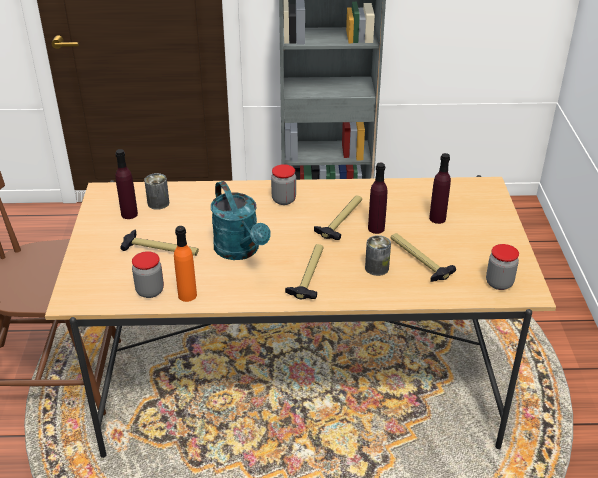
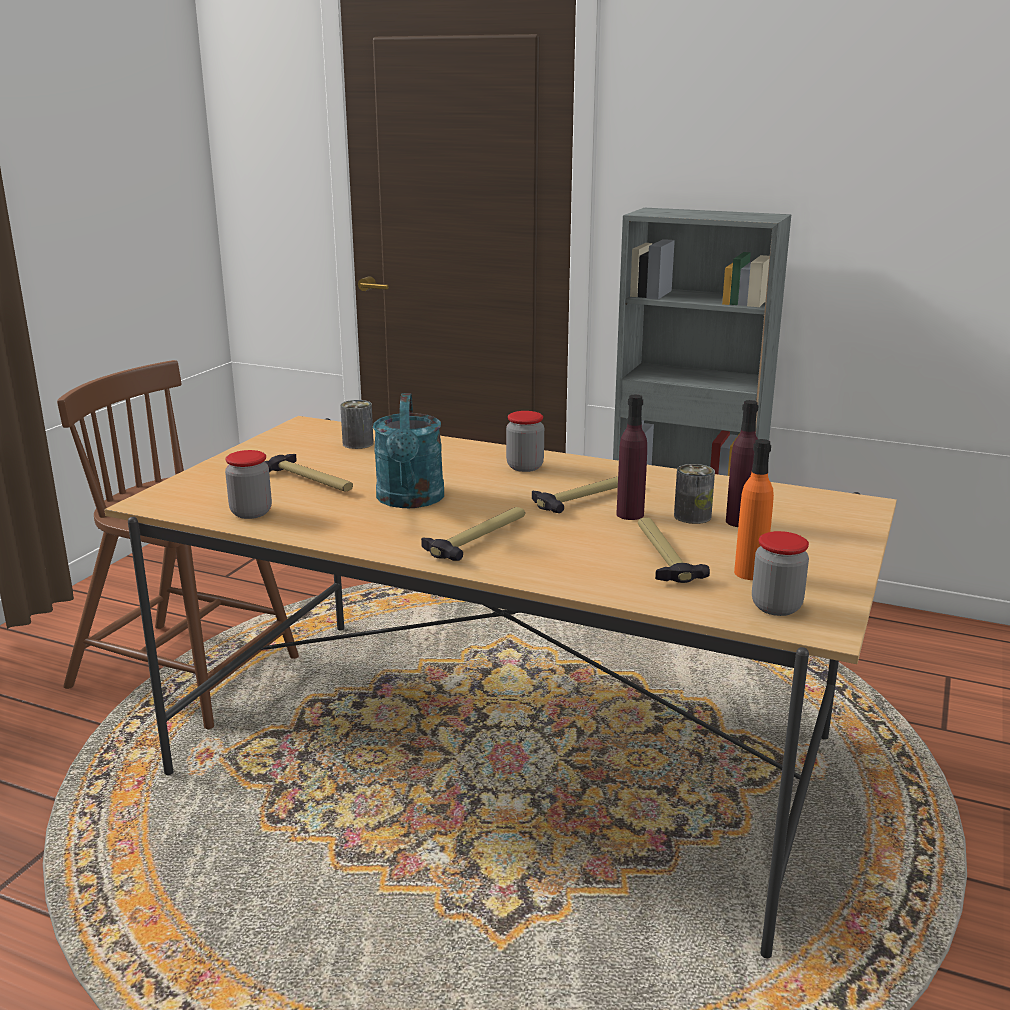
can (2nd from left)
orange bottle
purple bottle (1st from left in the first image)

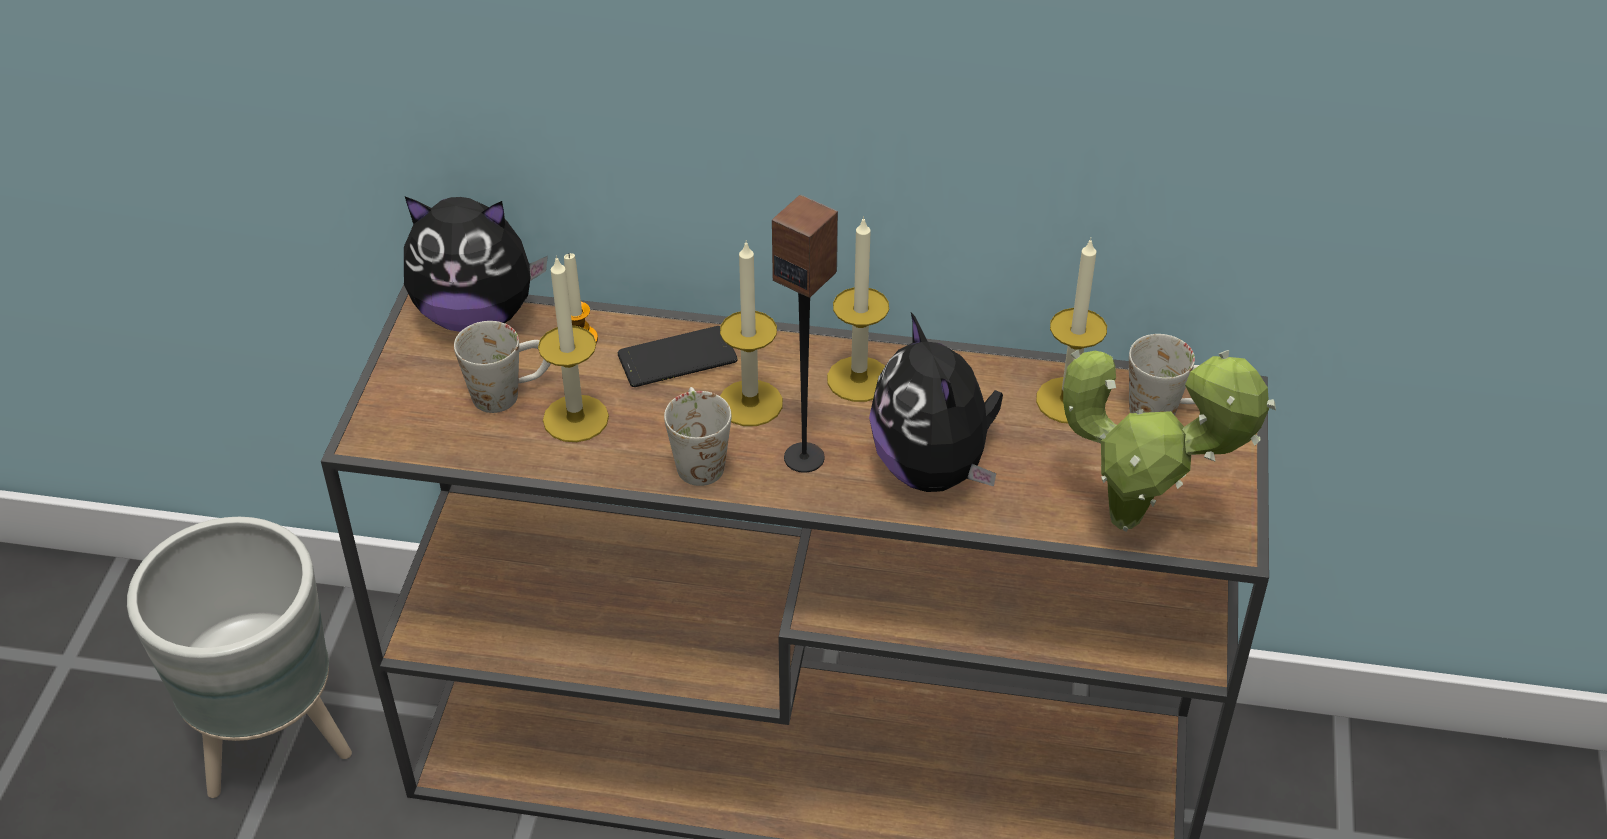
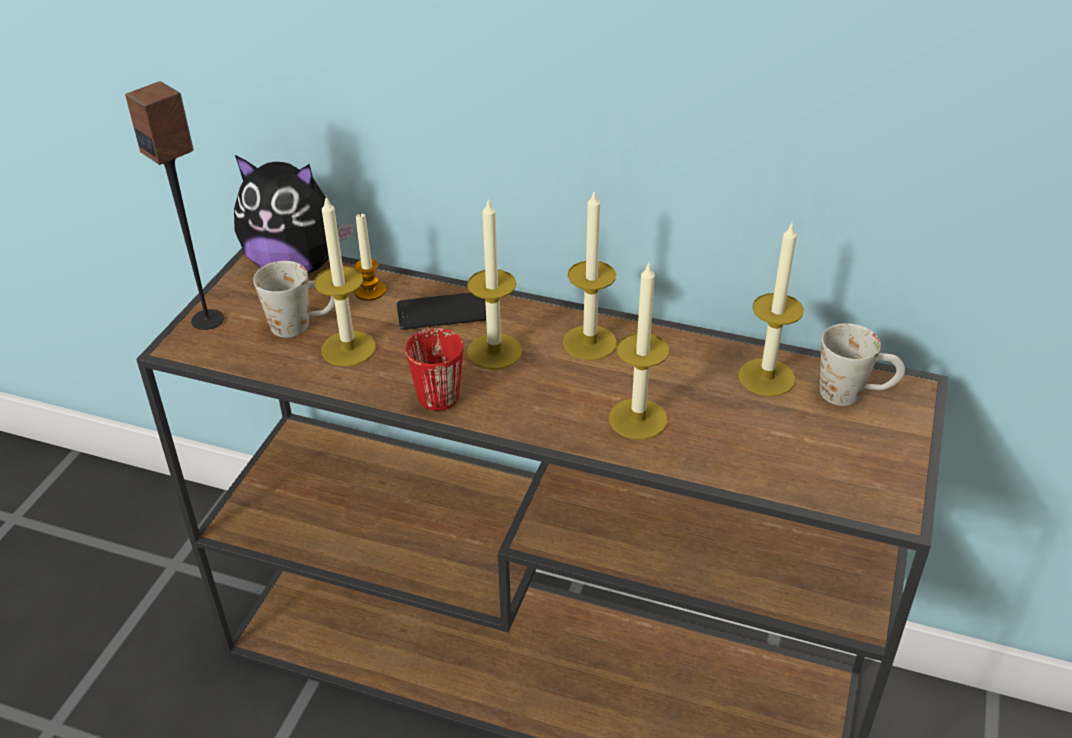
speaker
red mug
candle (5th from left)
grey planter
potted plant

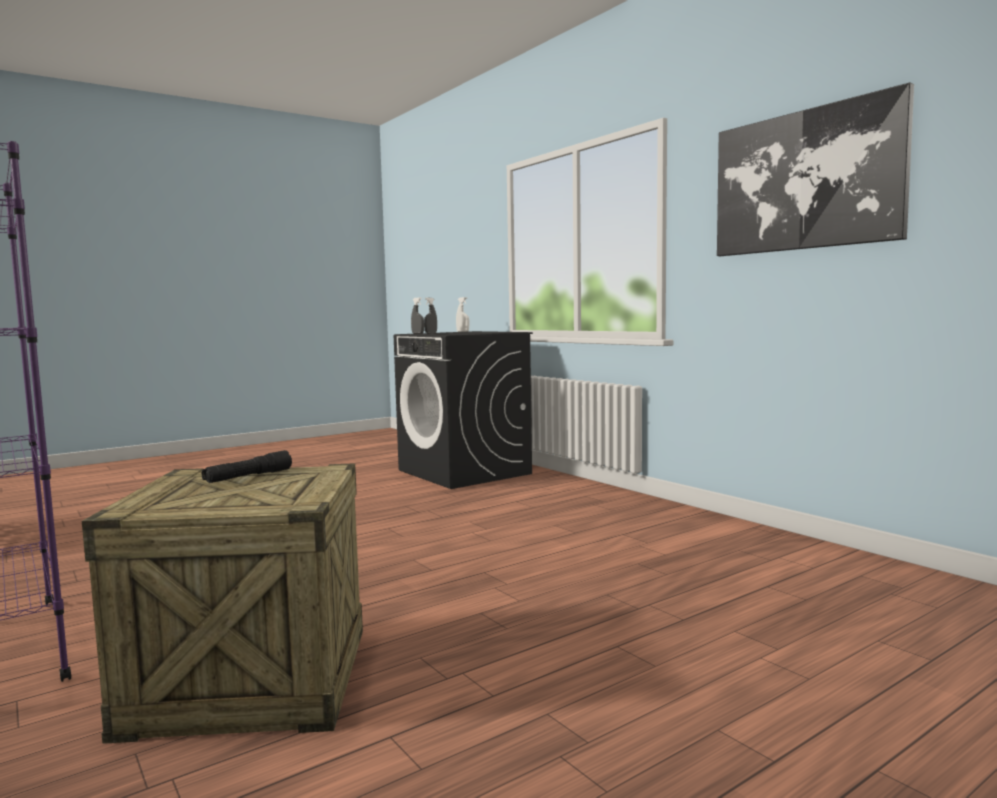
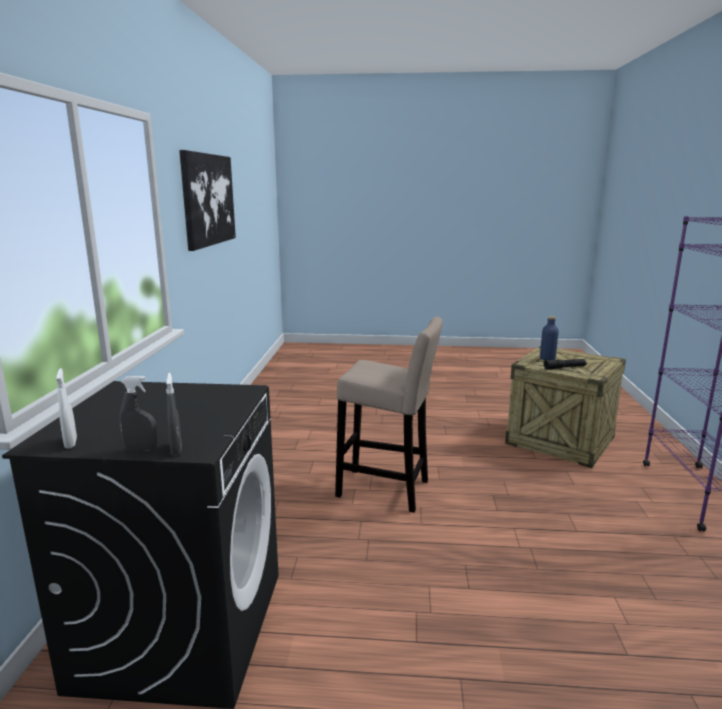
beige stool
blue bottle

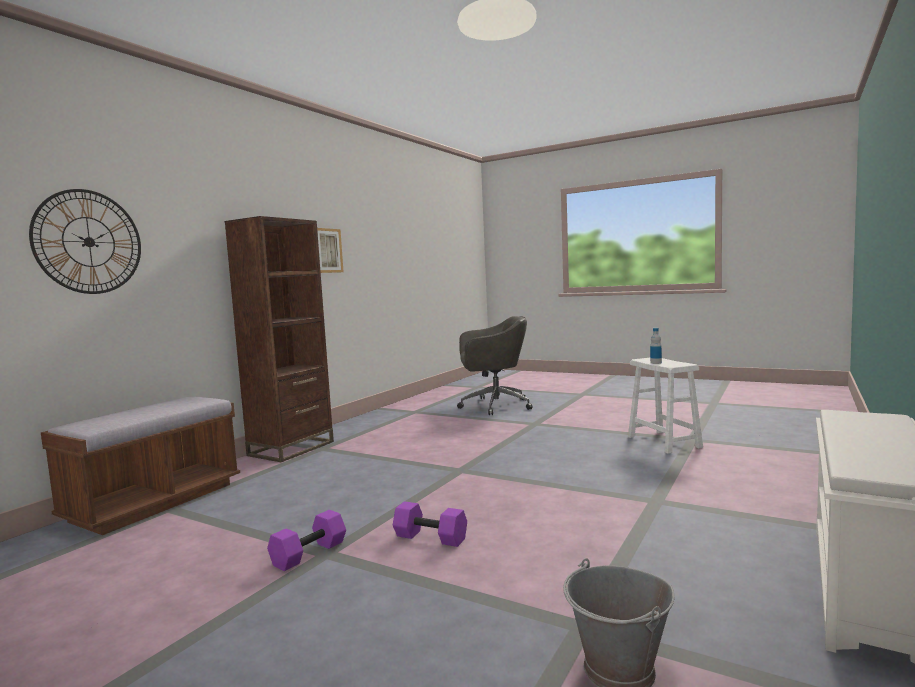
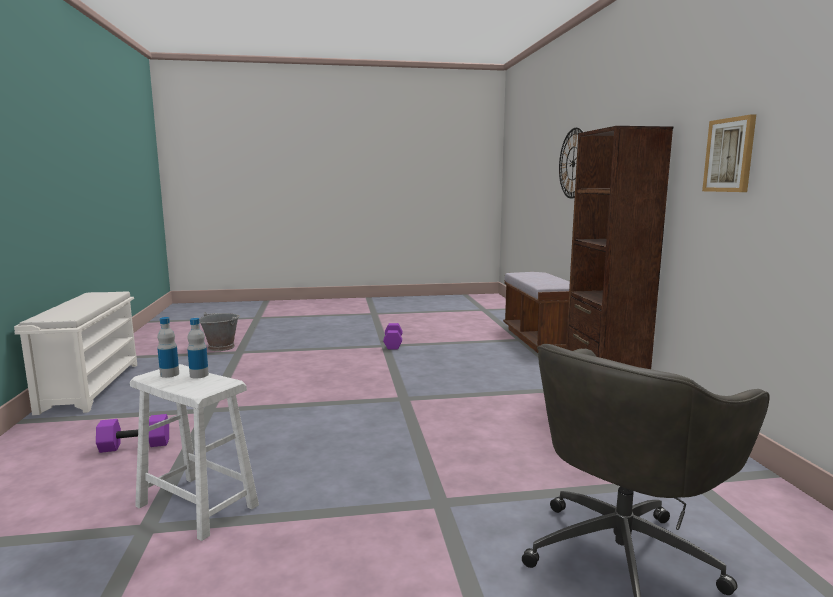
purple dumbbell (1st from left)
bottle (1st from left)

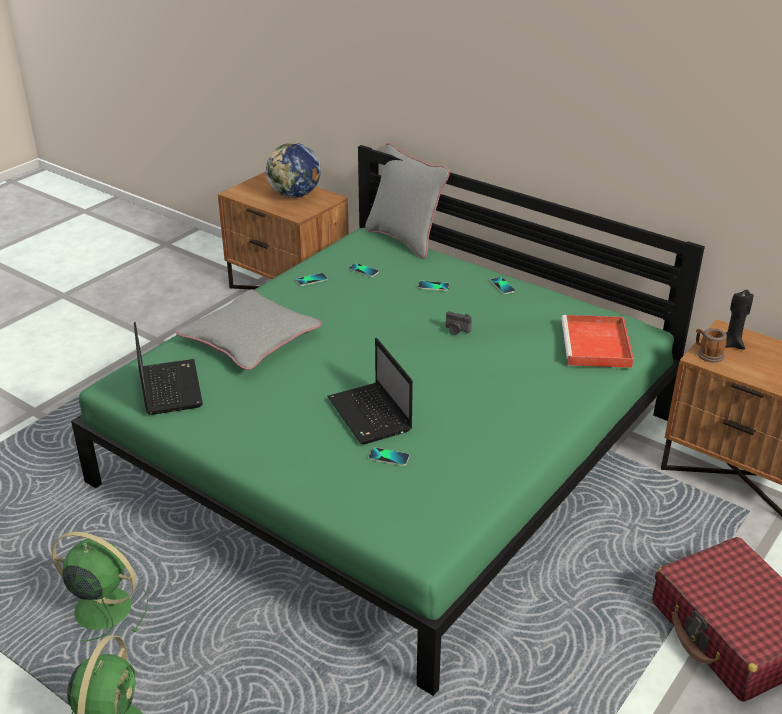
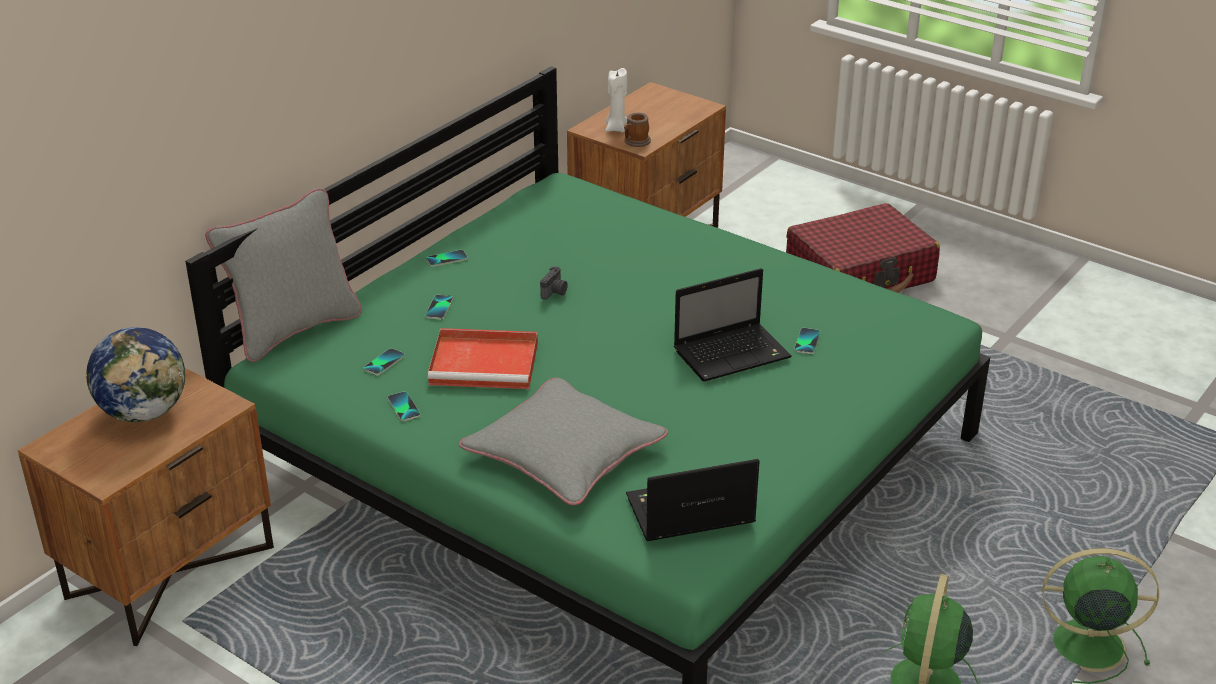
red tray
white candle

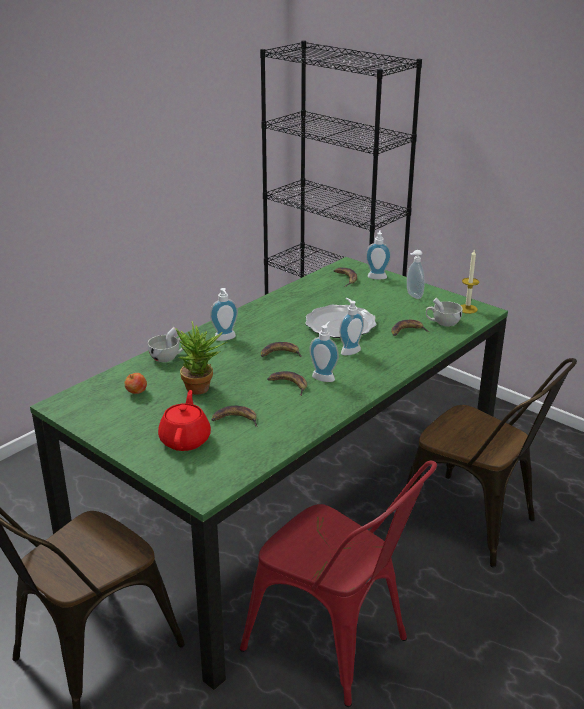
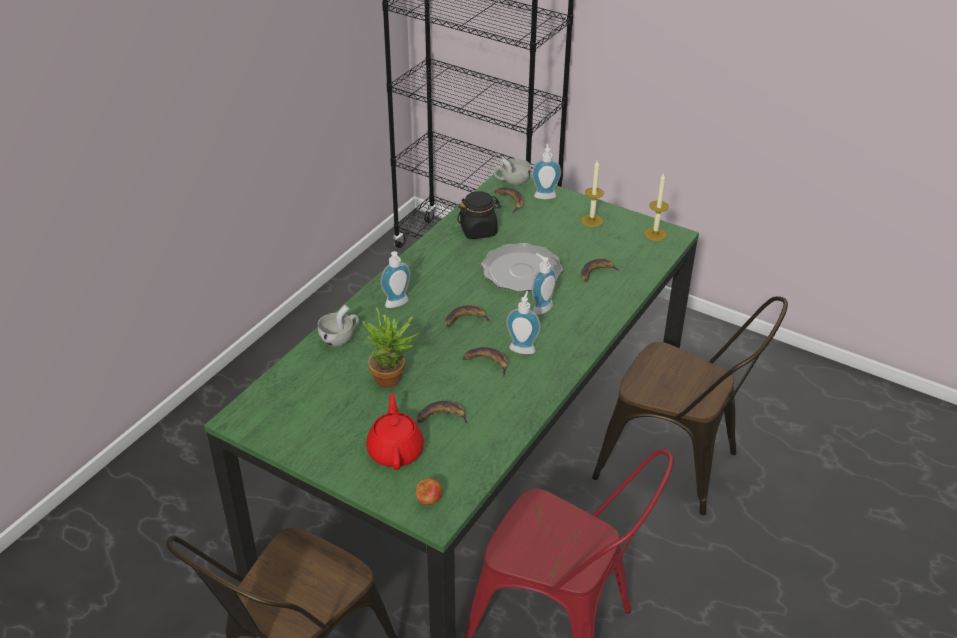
apple
black jar
white cup (2nd from left)
candle (1st from left)

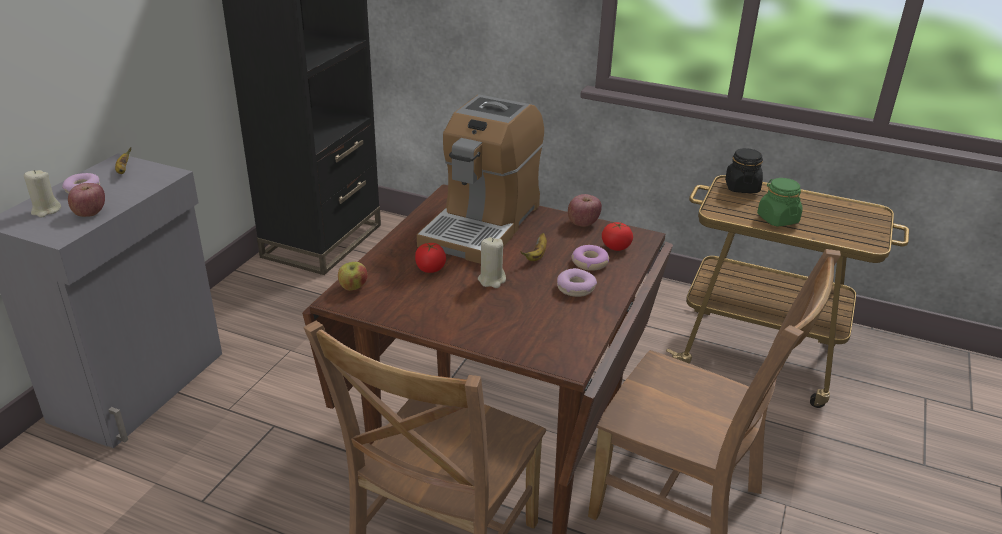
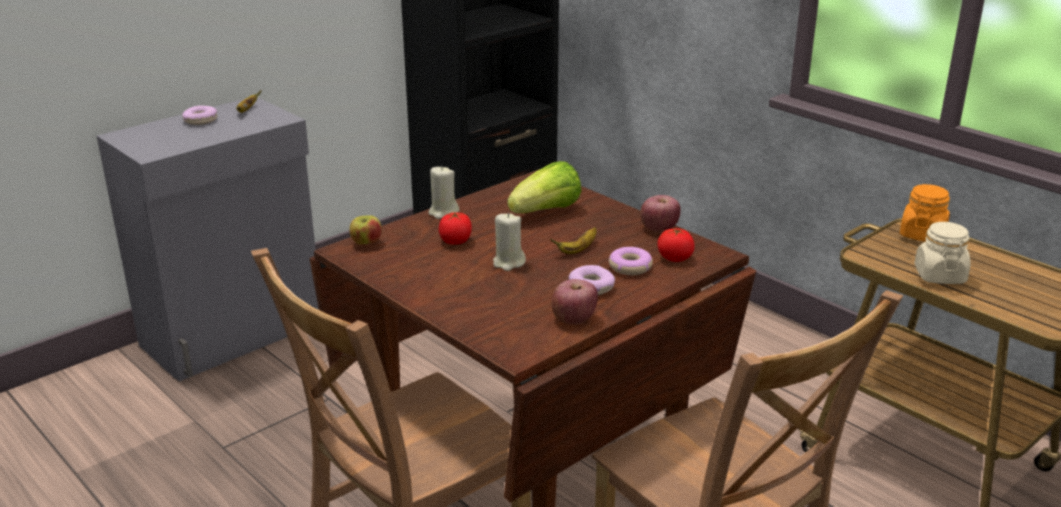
beige candle (1st from left)
lettuce
apple (2nd from left)
orange jar
beige jar

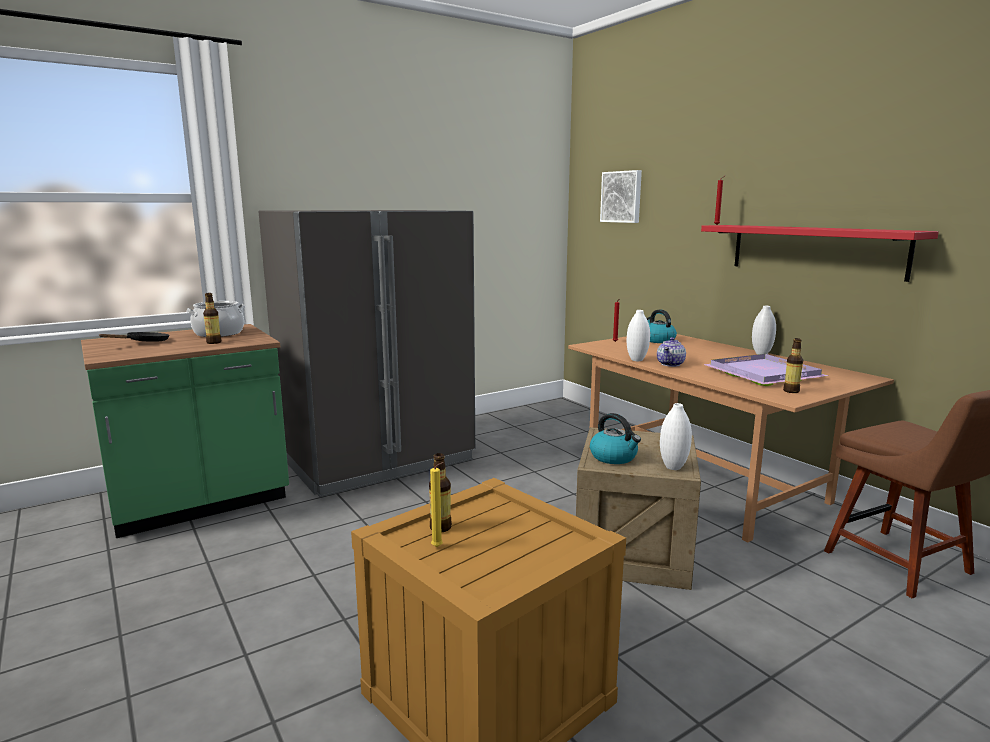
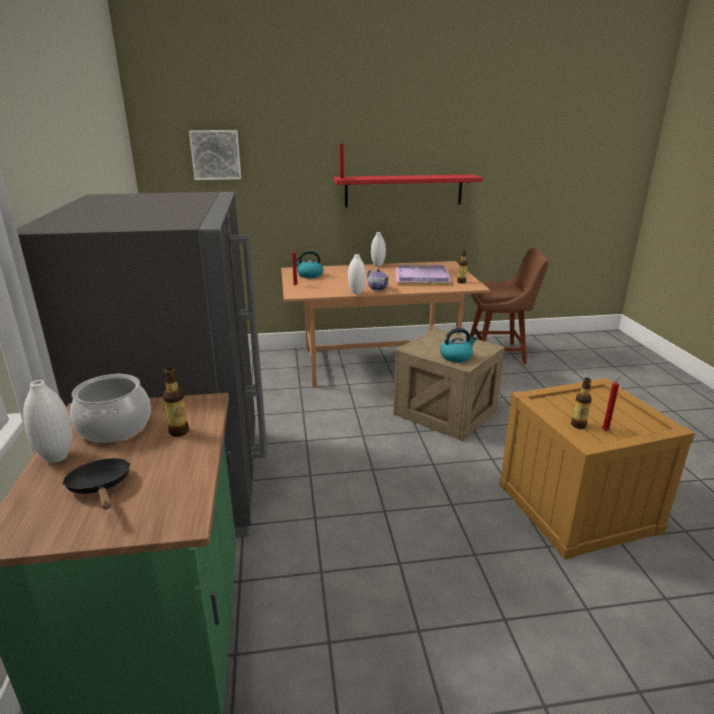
white vase (1st from left)
red candle (3rd from left)

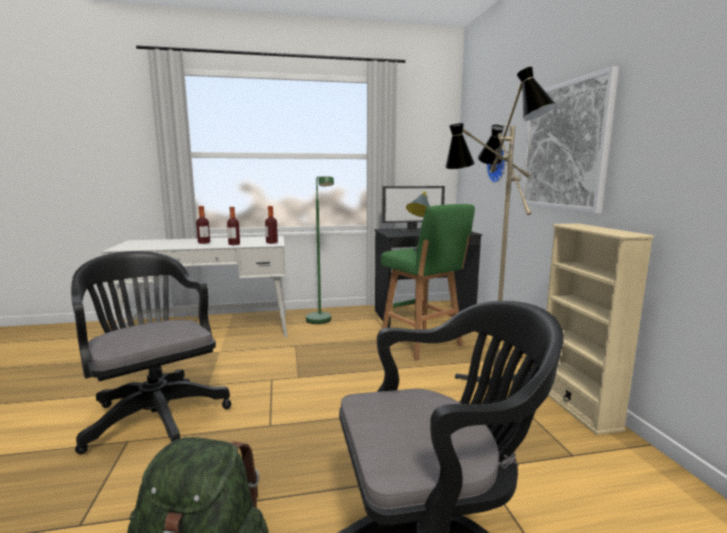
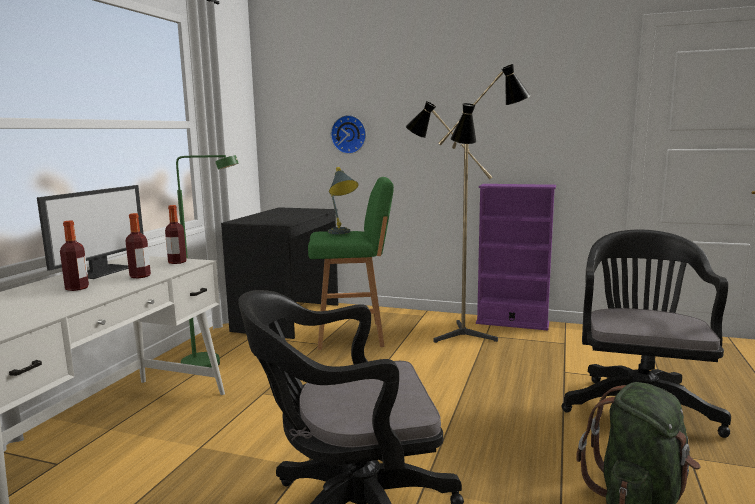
monitor
purple bookcase
picture

